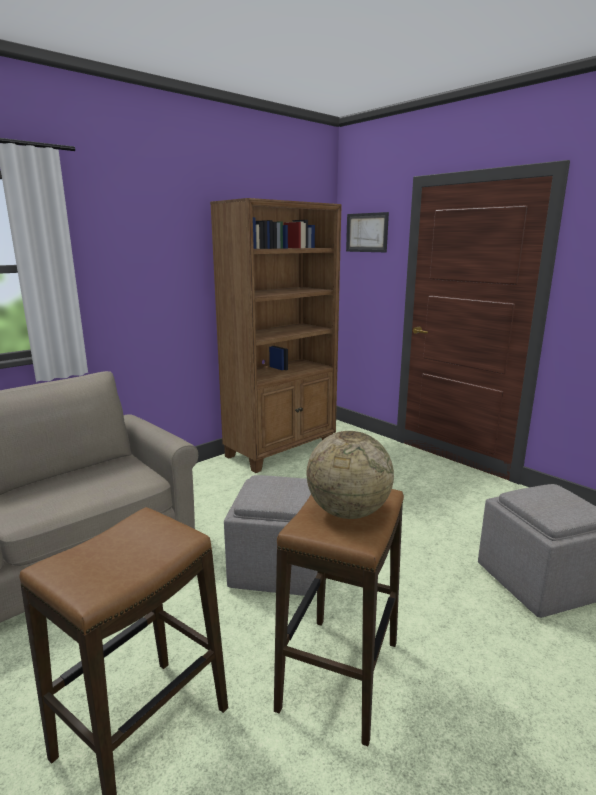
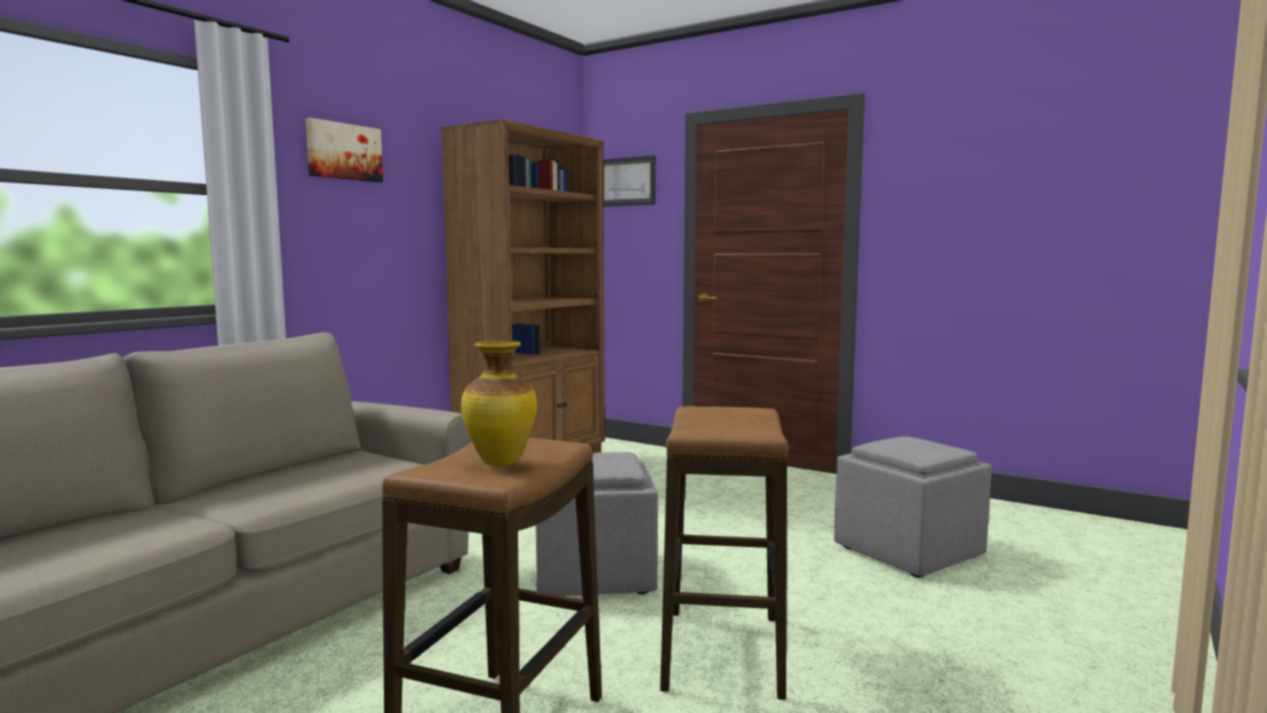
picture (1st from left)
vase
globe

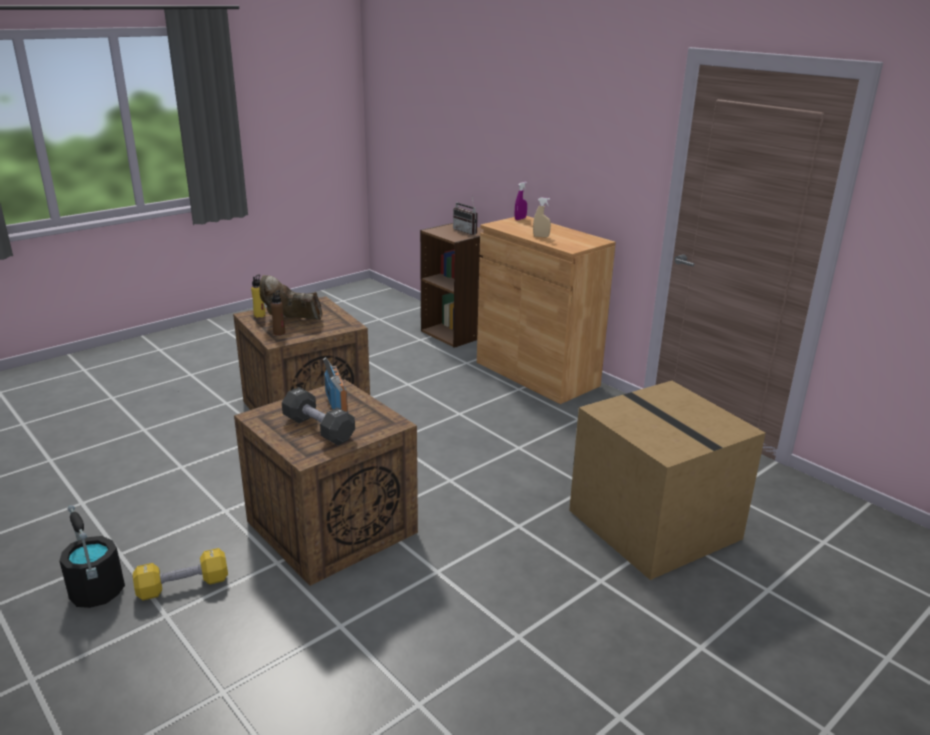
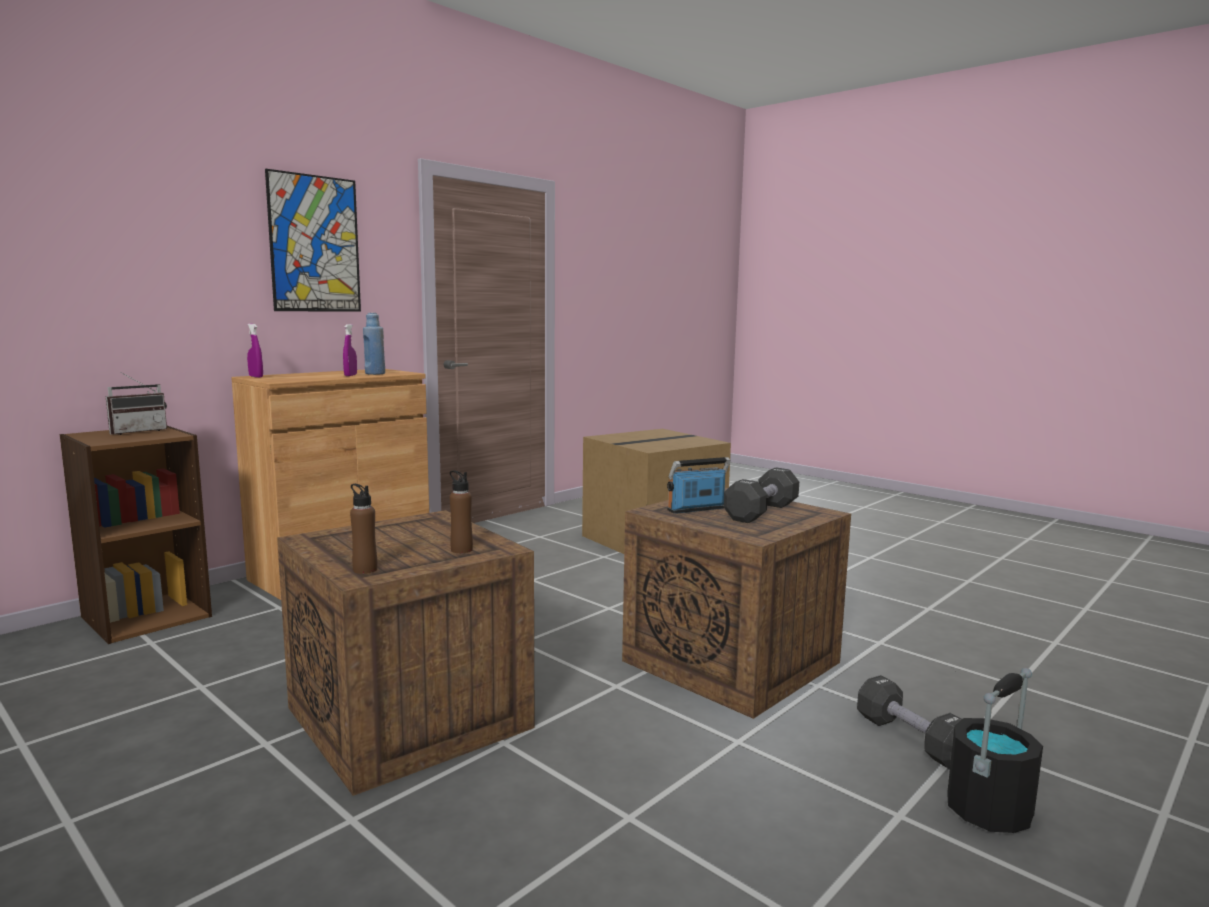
picture
purple spray bottle (2nd from left)
brown bottle (1st from left)
blue bottle
black dumbbell (2nd from left)
brown boot

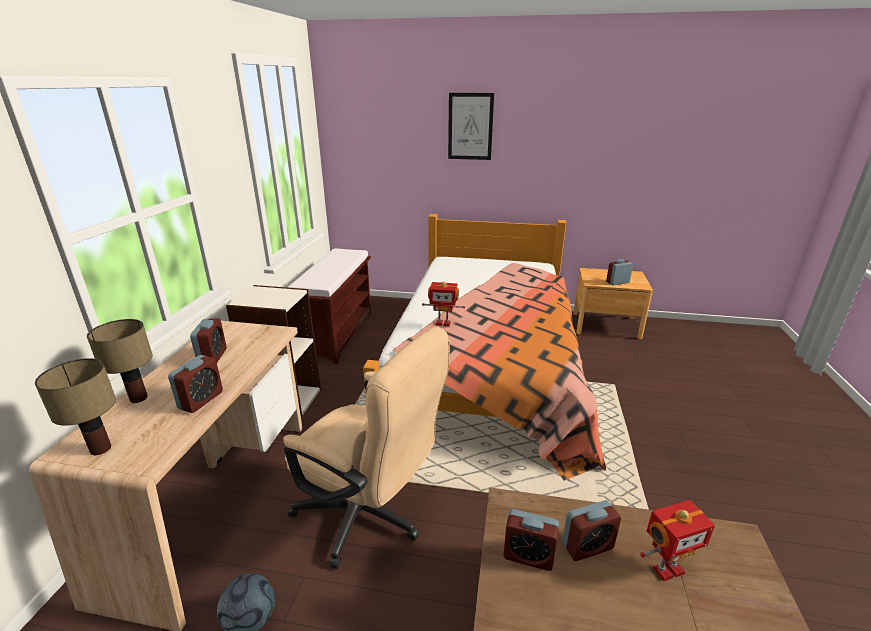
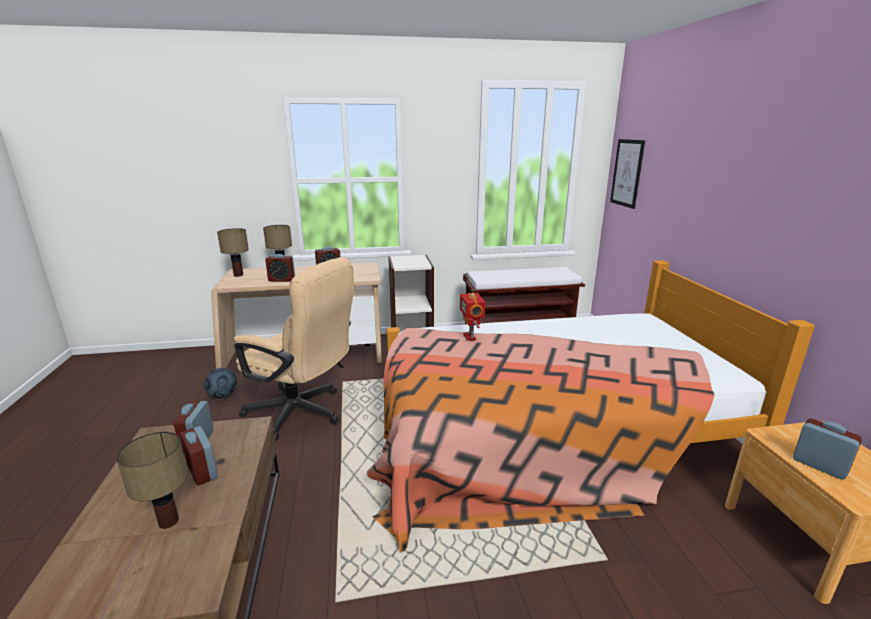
table lamp (1st from left)
beige office chair
picture

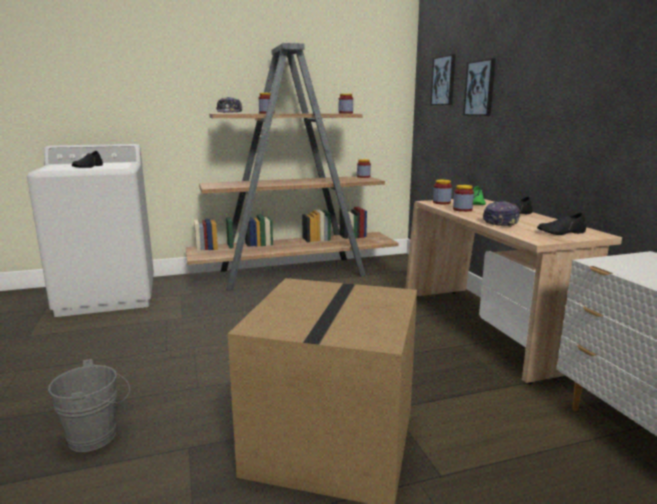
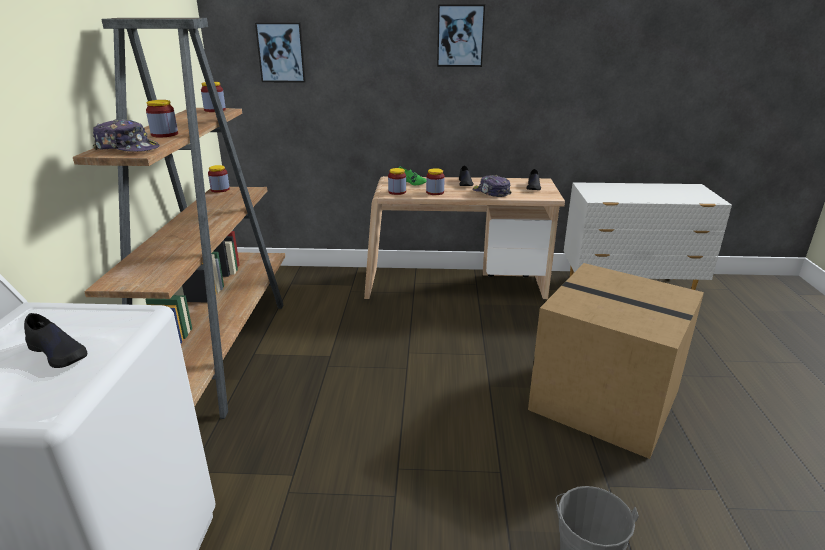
picture (2nd from left)

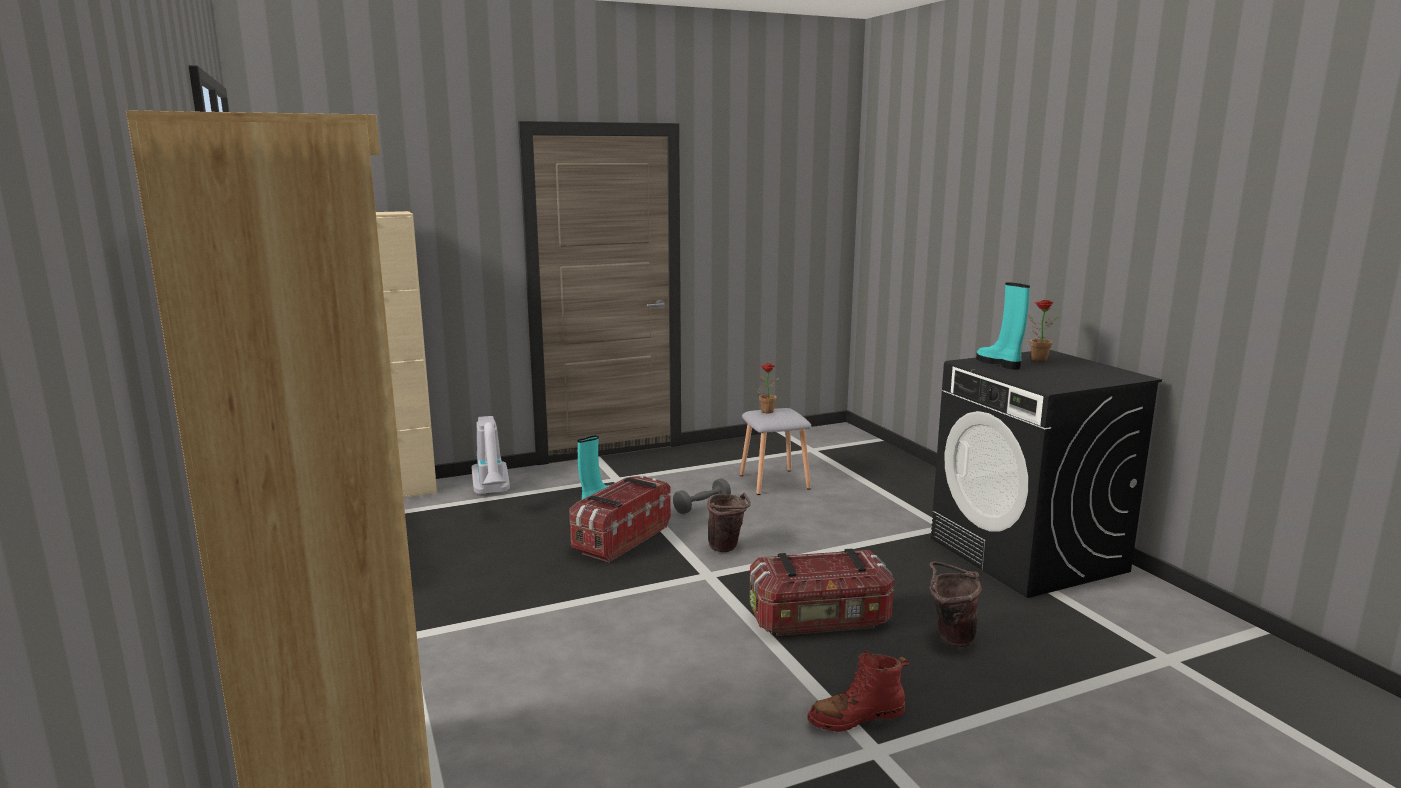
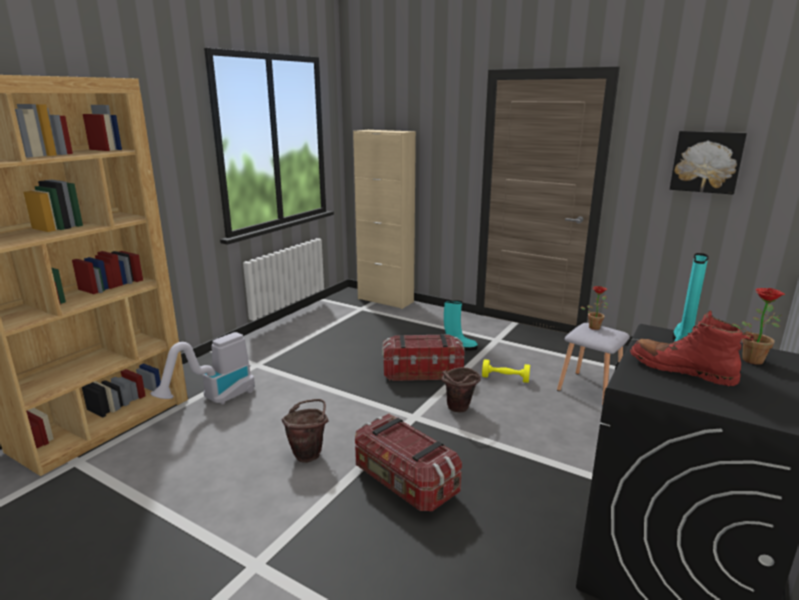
vacuum cleaner
brown bucket (1st from left)
yellow dumbbell
red boot
picture

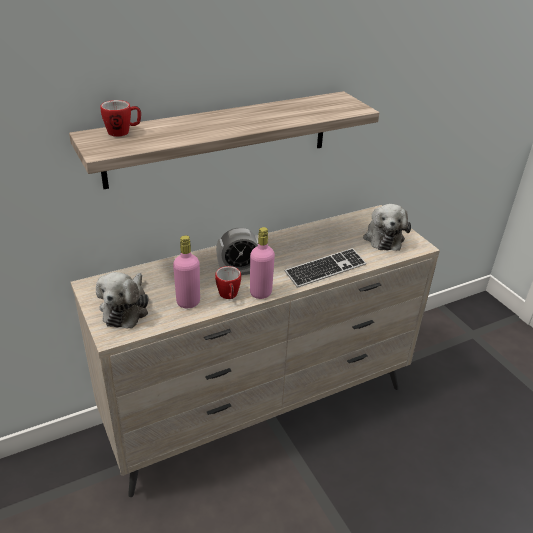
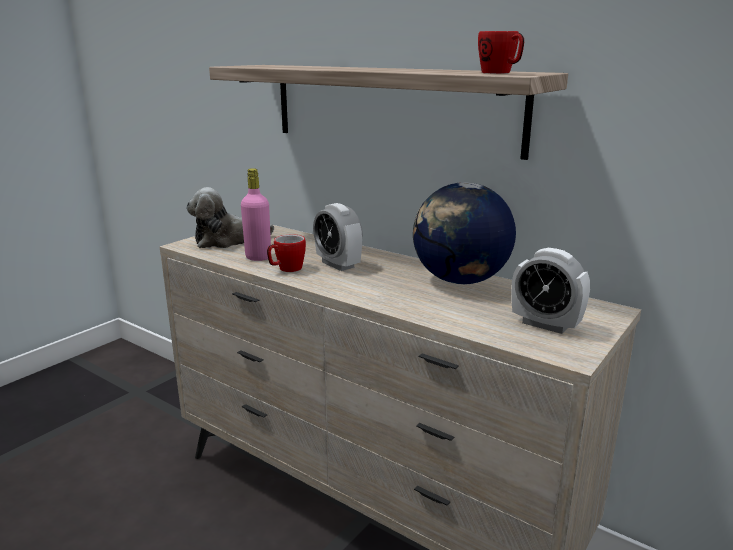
globe
mug (2nd from left)
alarm clock (2nd from left)
pink bottle (2nd from left in the first image)
keyboard

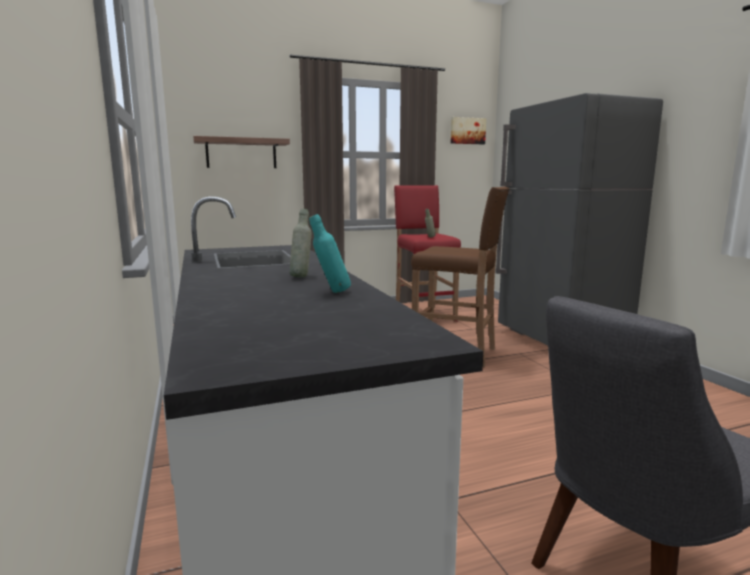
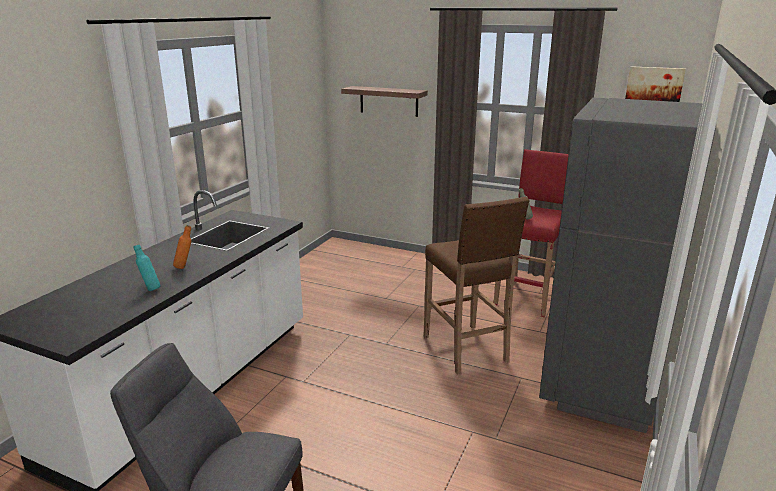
orange bottle

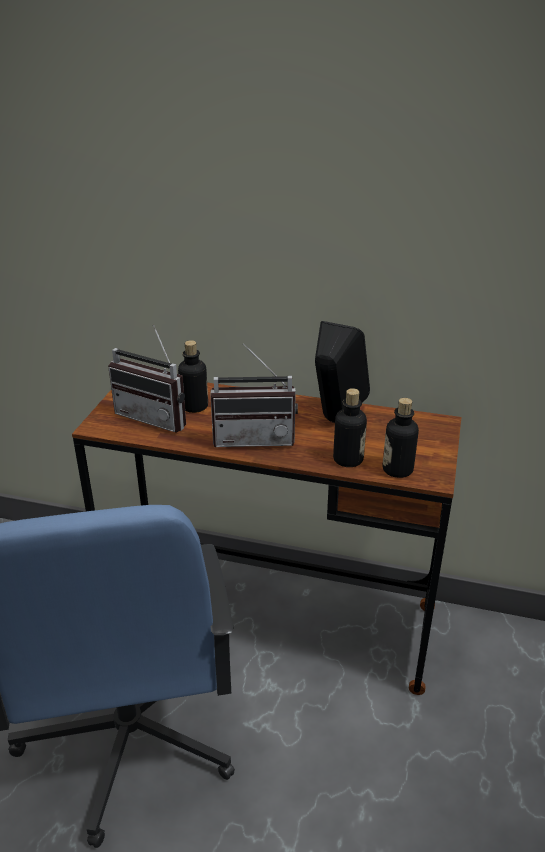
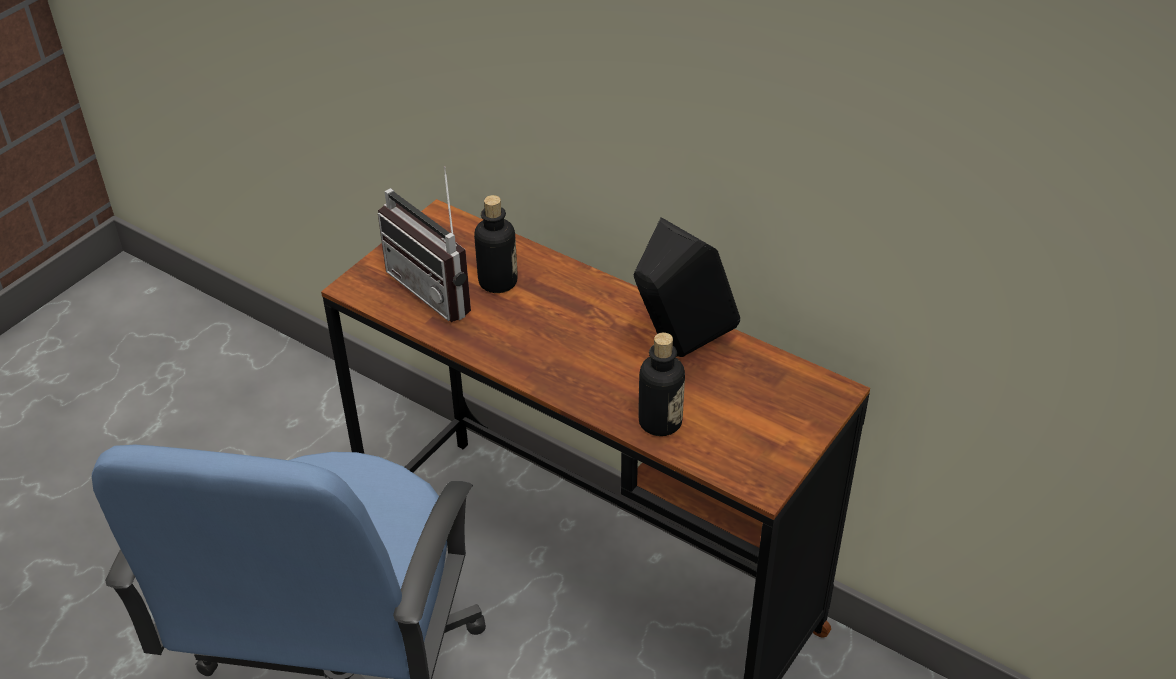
radio (2nd from left in the first image)
bottle (3rd from left in the first image)

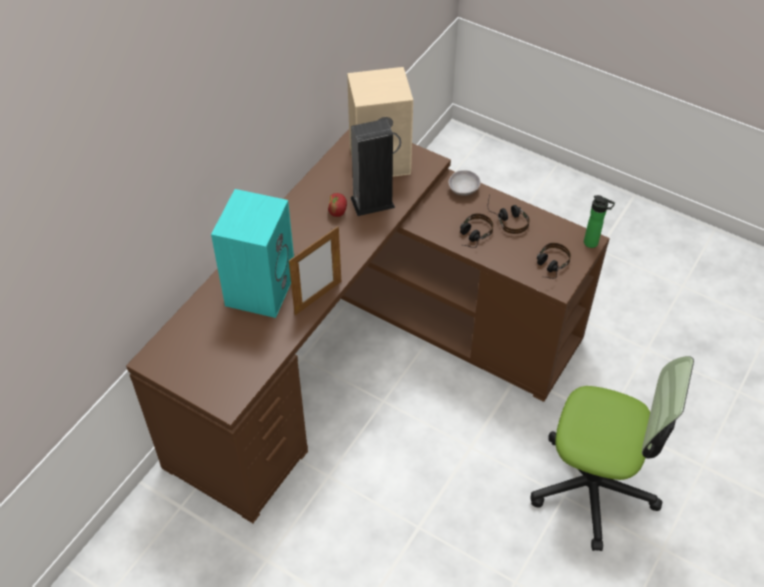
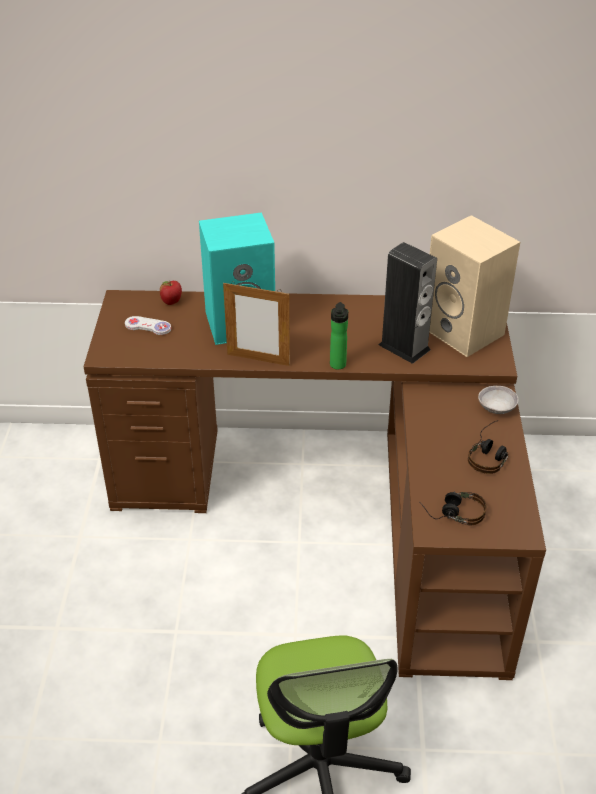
white game controller
apple
bottle
headphones (1st from left in the first image)

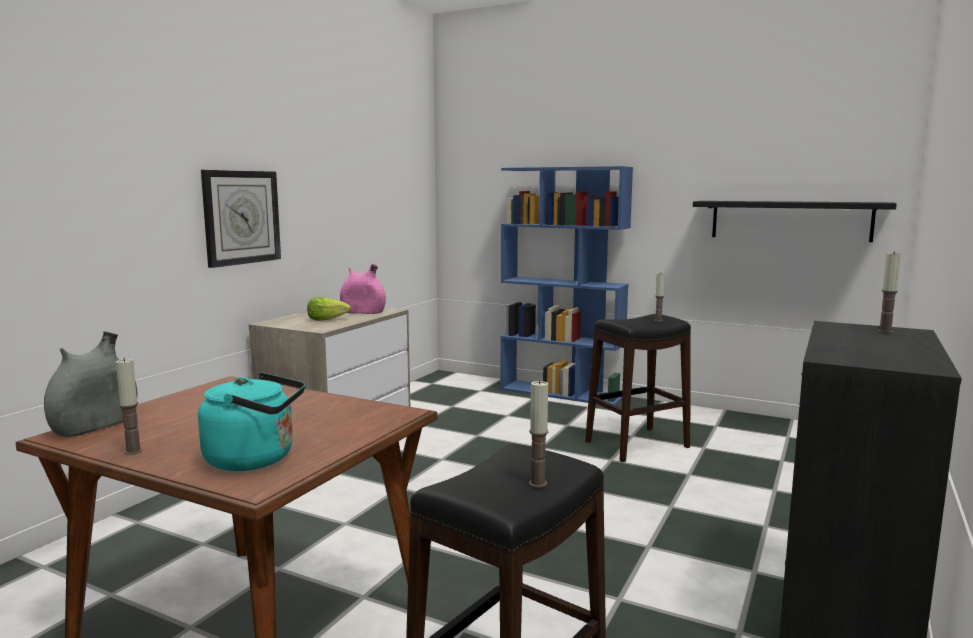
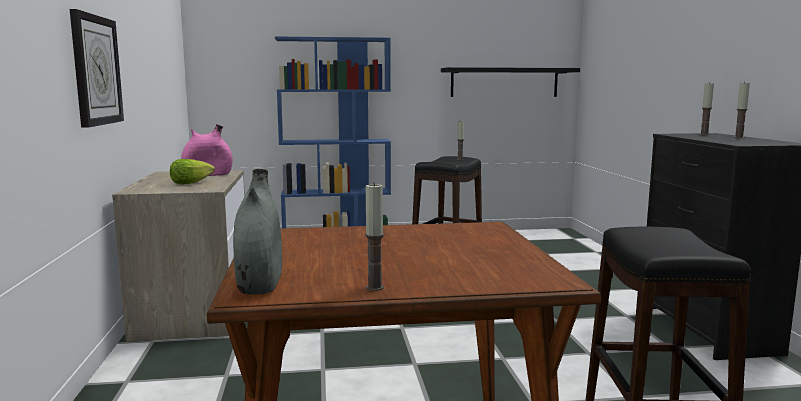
candle (4th from left)
turquoise kettle

